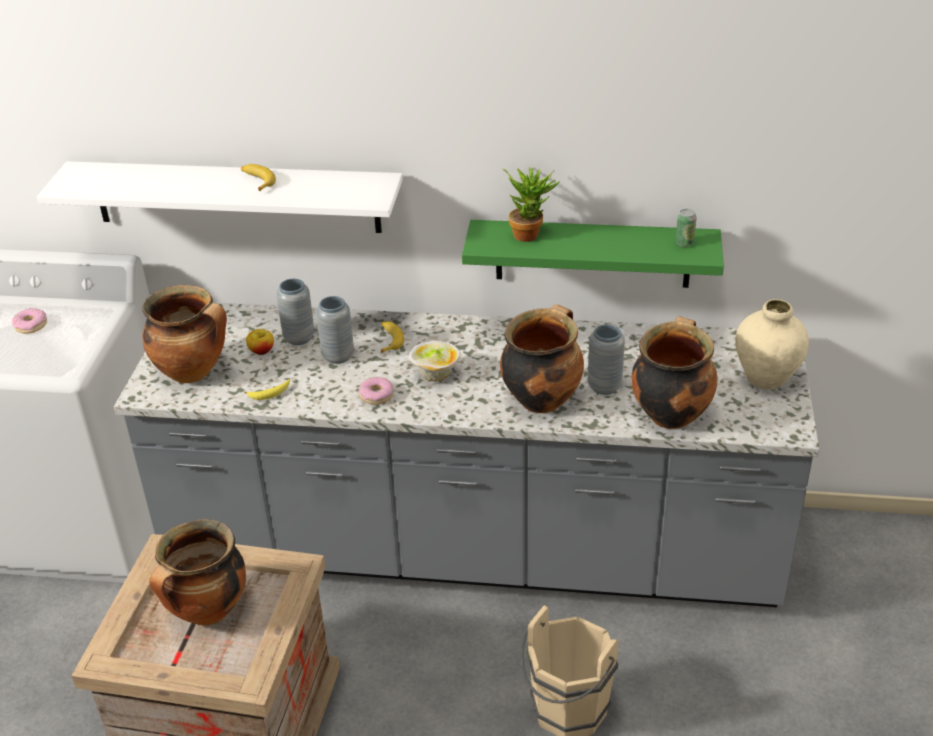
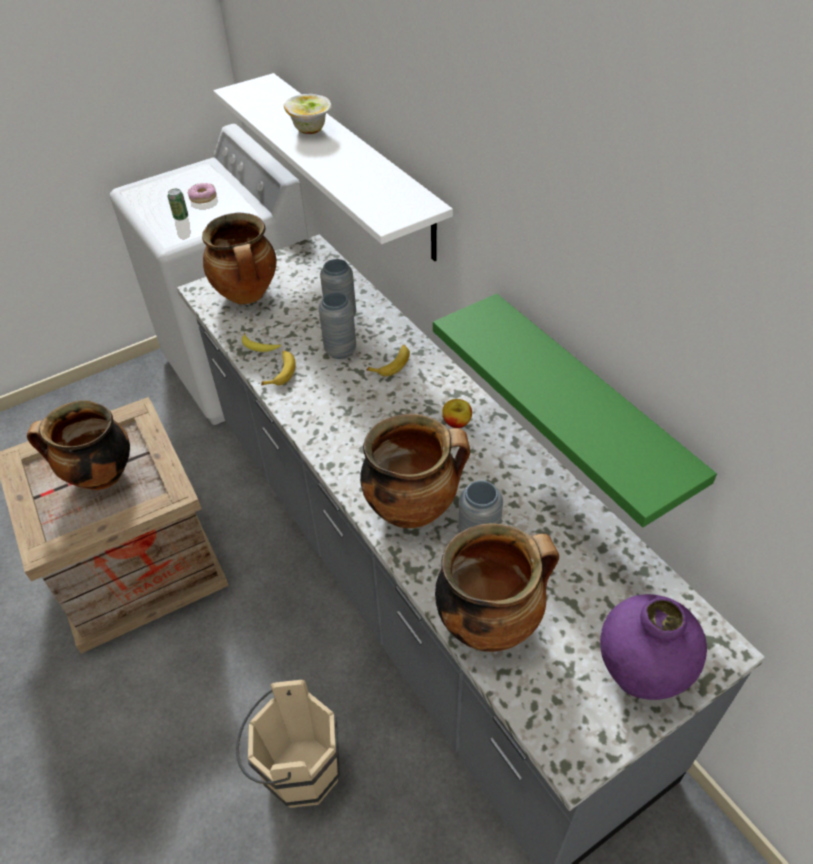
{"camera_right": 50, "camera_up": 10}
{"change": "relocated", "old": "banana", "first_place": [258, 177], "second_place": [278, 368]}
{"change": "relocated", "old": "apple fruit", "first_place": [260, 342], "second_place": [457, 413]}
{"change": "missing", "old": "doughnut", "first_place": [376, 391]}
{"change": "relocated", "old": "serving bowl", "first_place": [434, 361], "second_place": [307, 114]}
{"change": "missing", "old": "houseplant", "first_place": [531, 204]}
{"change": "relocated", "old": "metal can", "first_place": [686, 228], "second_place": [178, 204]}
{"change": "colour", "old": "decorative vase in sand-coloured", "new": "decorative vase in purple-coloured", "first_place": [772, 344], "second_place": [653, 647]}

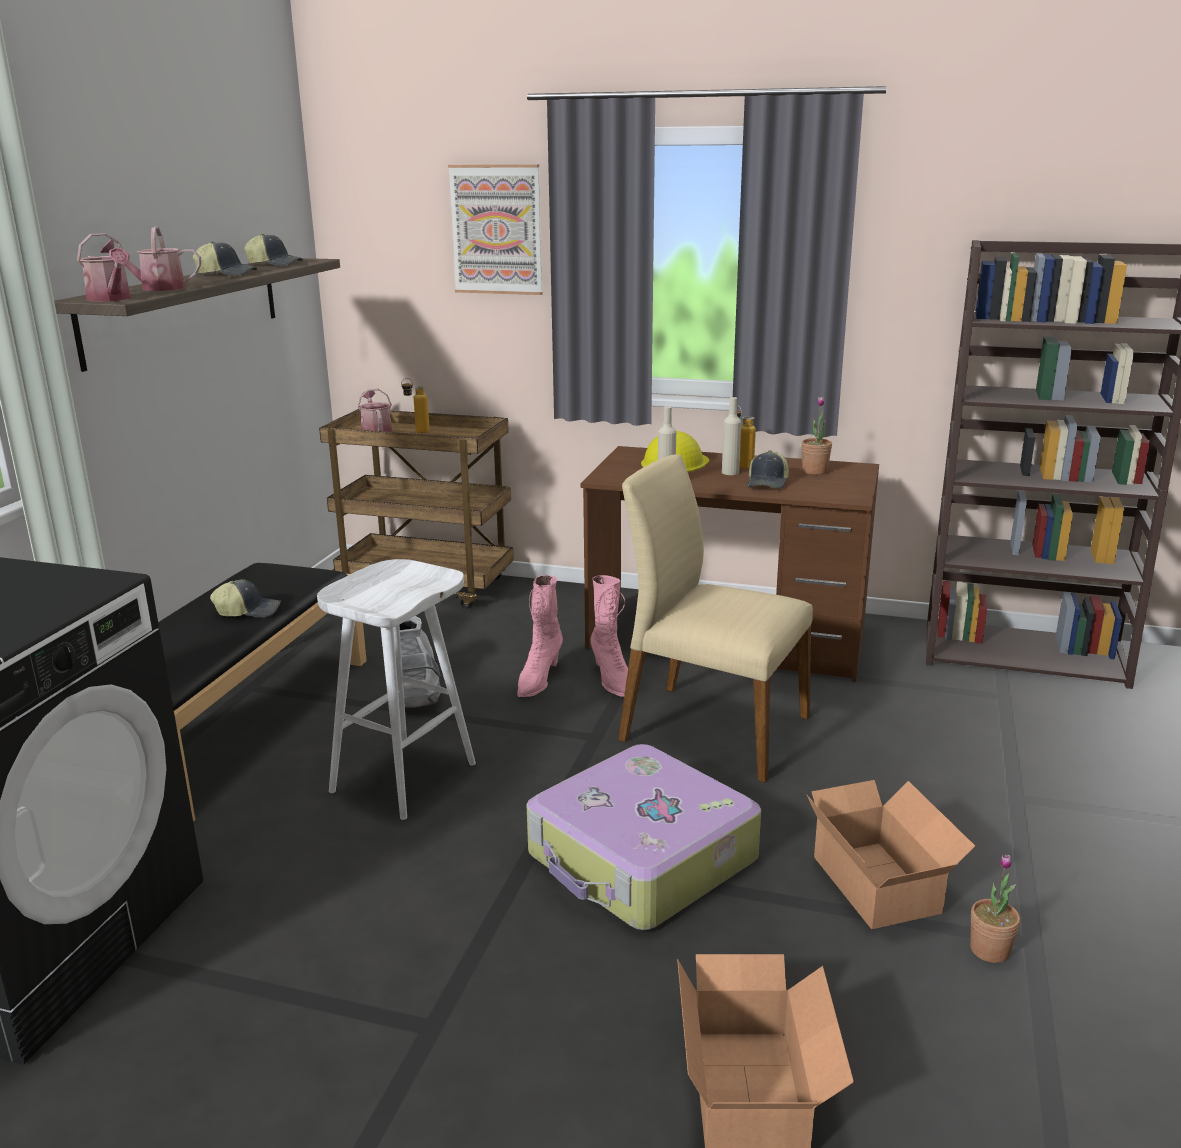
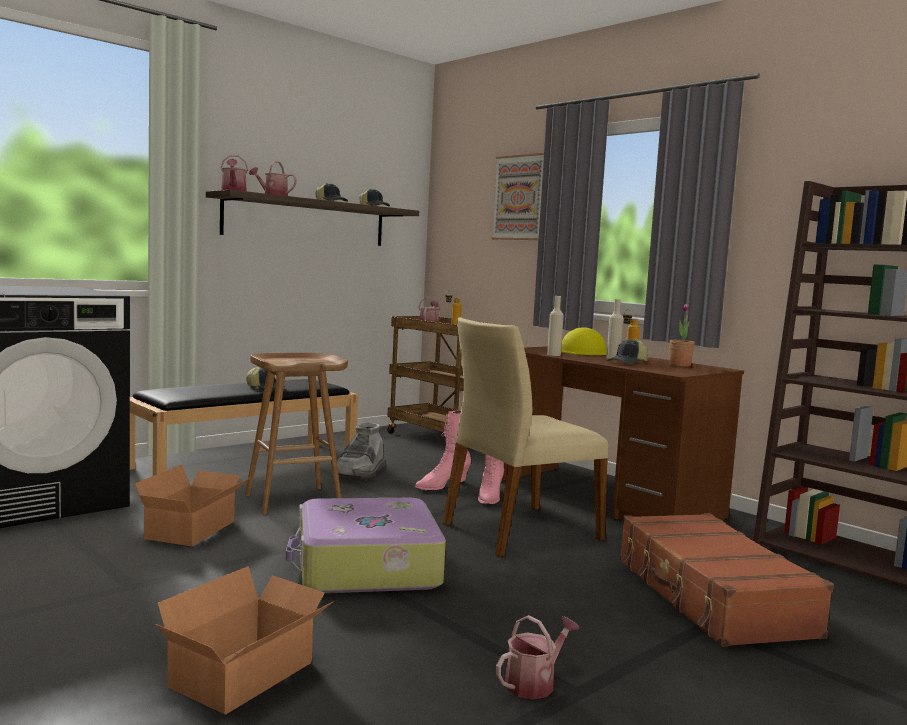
{"camera_right": 30, "camera_up": -15}
{"change": "colour", "old": "stool seat in white-coloured", "new": "stool seat in brown-coloured", "first_place": [396, 689], "second_place": [296, 433]}
{"change": "spun", "old": "plain chair in sand-coloured", "first_place": [715, 618], "second_place": [525, 437], "degrees": -90}
{"change": "relocated", "old": "carton", "first_place": [890, 854], "second_place": [192, 505]}
{"change": "exchanged", "old": "houseplant", "new": "watering can", "first_place": [995, 908], "second_place": [538, 657]}
{"change": "appeared", "new": "travel case in brown-coloured", "second_place": [727, 580]}

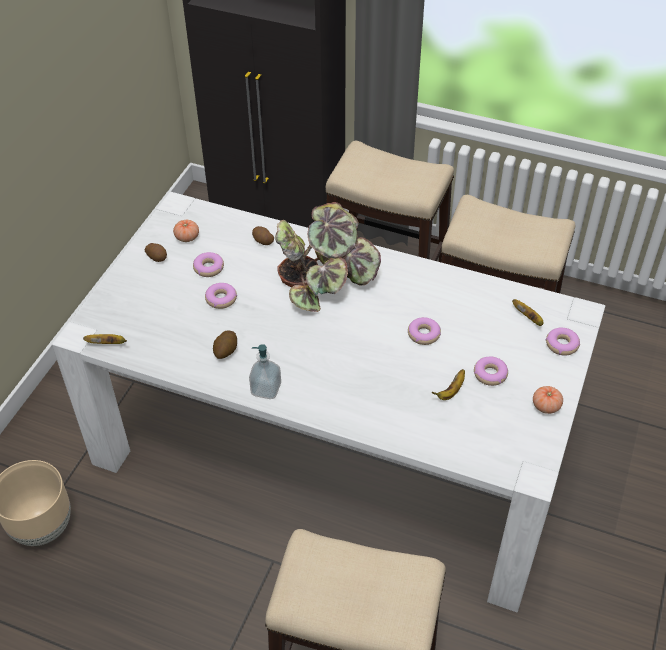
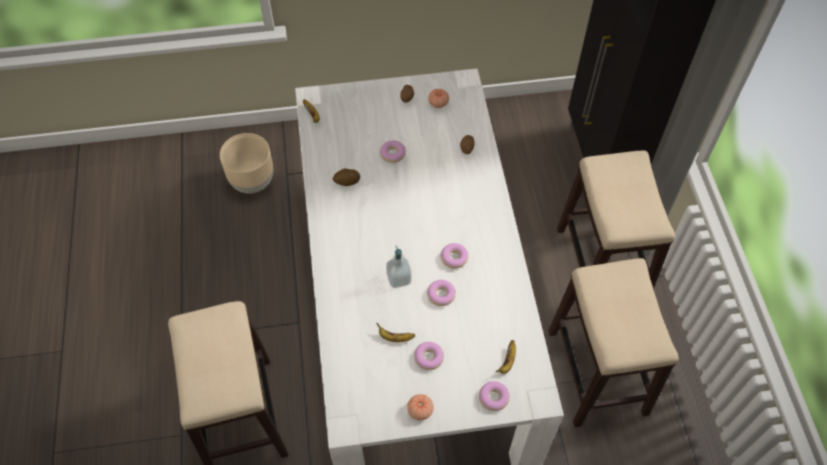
{"camera_right": 60, "camera_up": 10}
{"change": "relocated", "old": "doughnut", "first_place": [208, 264], "second_place": [454, 256]}
{"change": "relocated", "old": "soap bottle", "first_place": [265, 371], "second_place": [399, 267]}
{"change": "missing", "old": "houseplant", "first_place": [328, 257]}

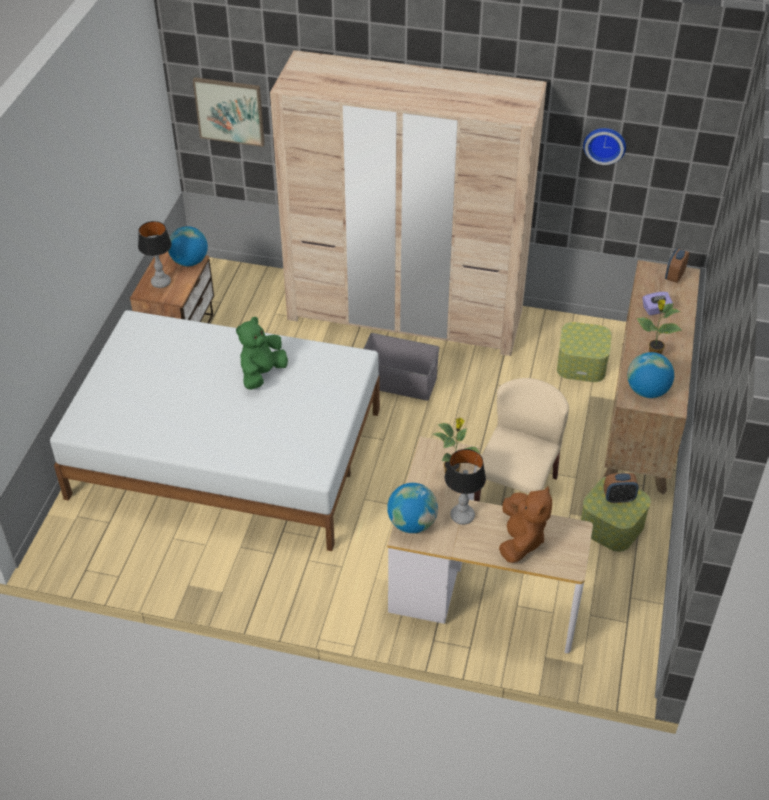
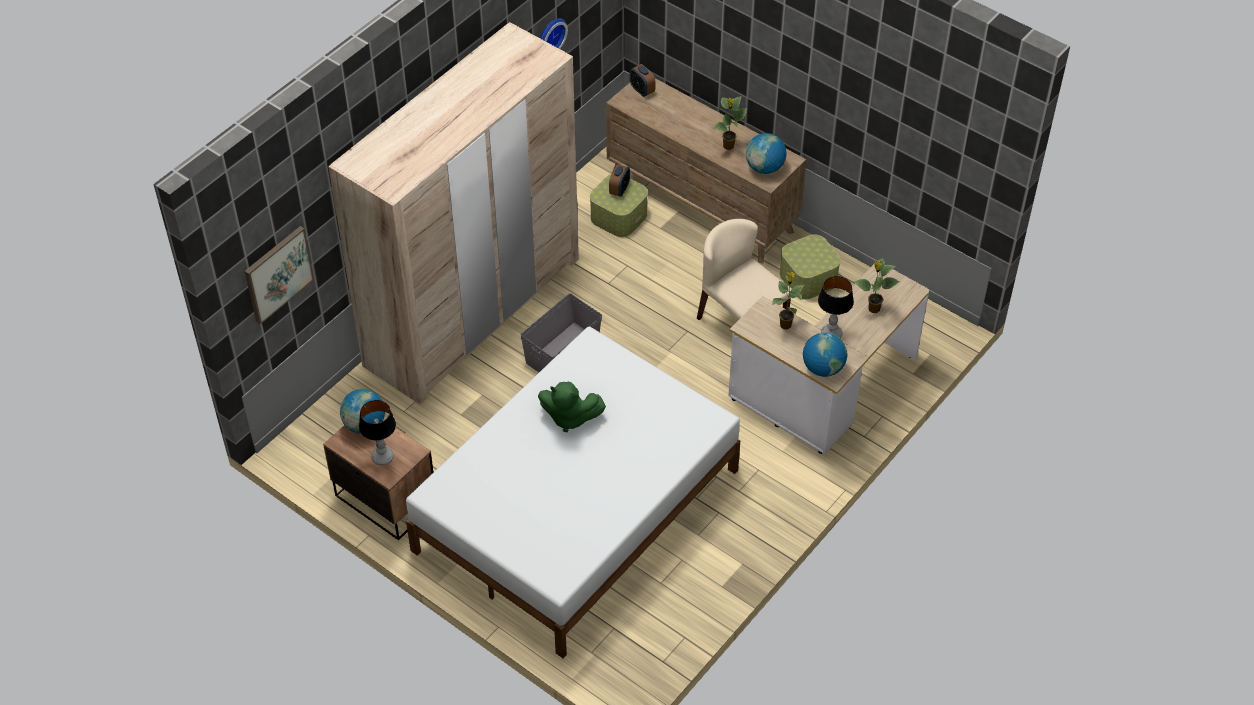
{"camera_right": -65, "camera_up": 5}
{"change": "spun", "old": "plush toy in green-coloured", "first_place": [262, 353], "second_place": [572, 407], "degrees": -45}
{"change": "exchanged", "old": "plush toy in brown-coloured", "new": "houseplant", "first_place": [525, 524], "second_place": [877, 285]}
{"change": "relocated", "old": "bedside clock", "first_place": [621, 488], "second_place": [619, 180]}
{"change": "missing", "old": "tissue box in purple-coloured", "first_place": [658, 303]}

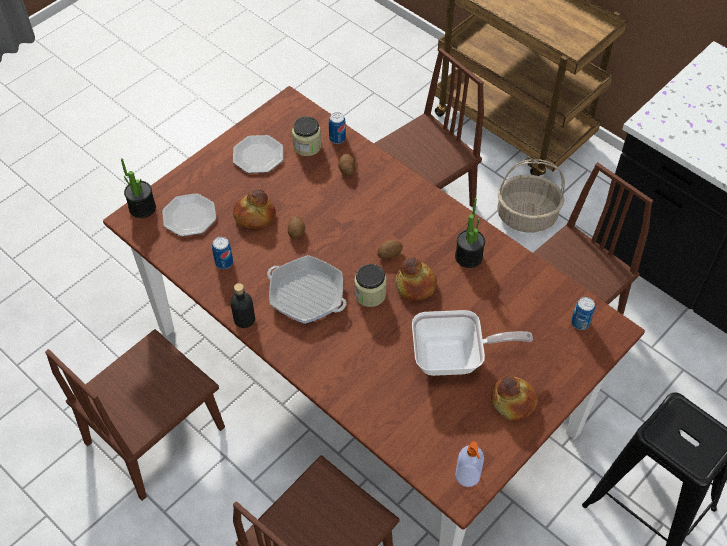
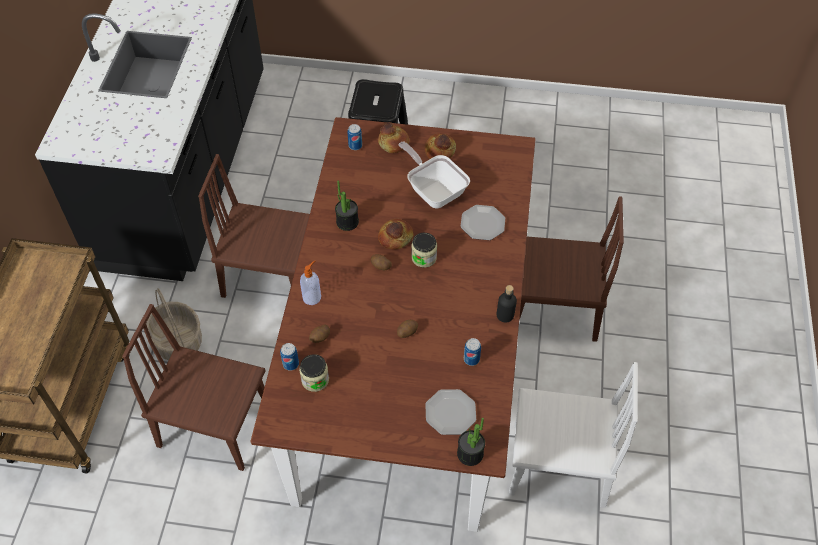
{"camera_right": -125, "camera_up": 0}
{"change": "colour", "old": "plain chair in brown-coloured", "new": "plain chair in white-coloured", "first_place": [135, 415], "second_place": [573, 435]}
{"change": "relocated", "old": "plate", "first_place": [258, 154], "second_place": [483, 222]}
{"change": "relocated", "old": "bread", "first_place": [254, 209], "second_place": [393, 137]}
{"change": "missing", "old": "skillet", "first_place": [306, 289]}
{"change": "relocated", "old": "soap bottle", "first_place": [469, 464], "second_place": [310, 282]}

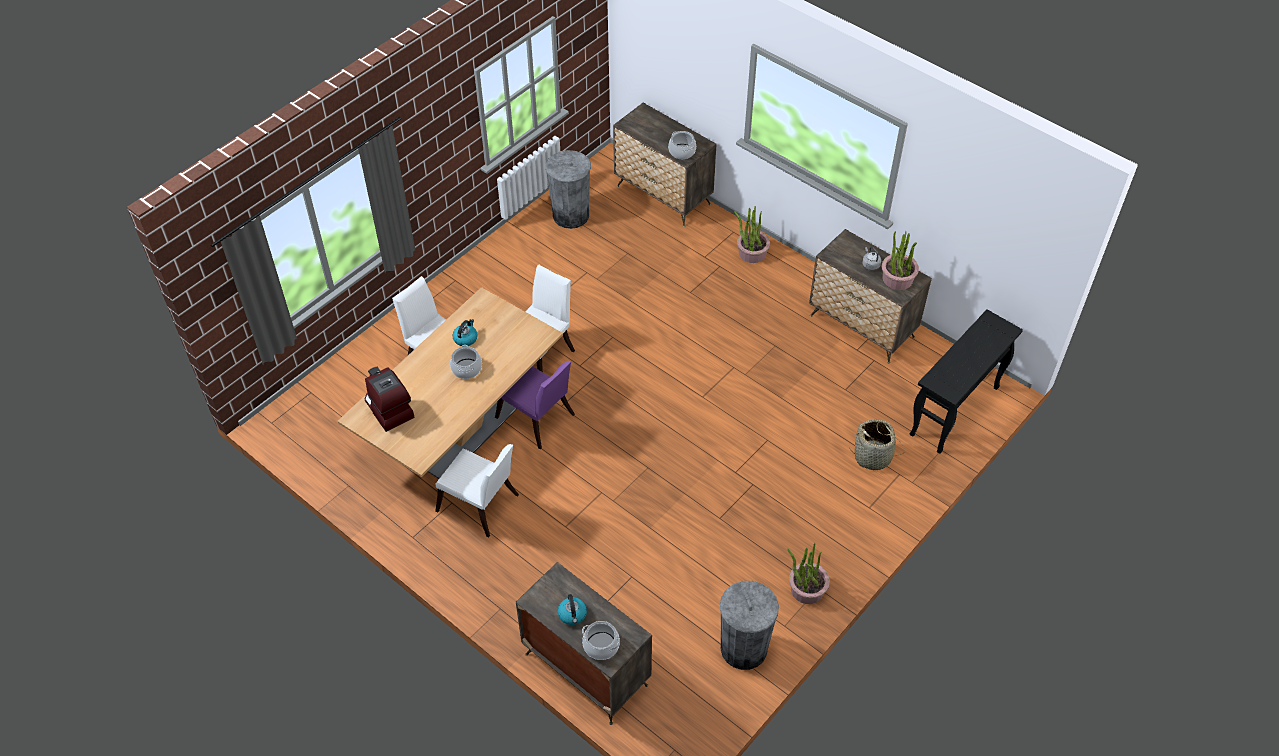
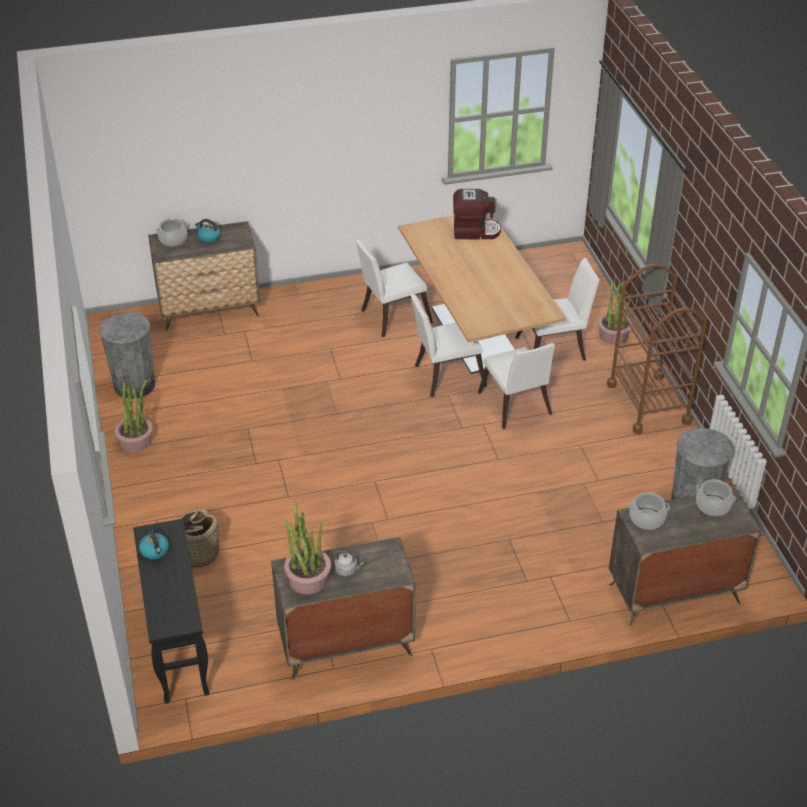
{"camera_right": 125, "camera_up": -10}
{"change": "relocated", "old": "saucepot", "first_place": [466, 362], "second_place": [716, 497]}
{"change": "relocated", "old": "tea kettle", "first_place": [465, 332], "second_place": [154, 543]}
{"change": "colour", "old": "plain chair in purple-coloured", "new": "plain chair in white-coloured", "first_place": [535, 405], "second_place": [448, 345]}
{"change": "relocated", "old": "houseplant", "first_place": [752, 234], "second_place": [615, 310]}
{"change": "appeared", "new": "trolley in brown-coloured", "second_place": [657, 349]}

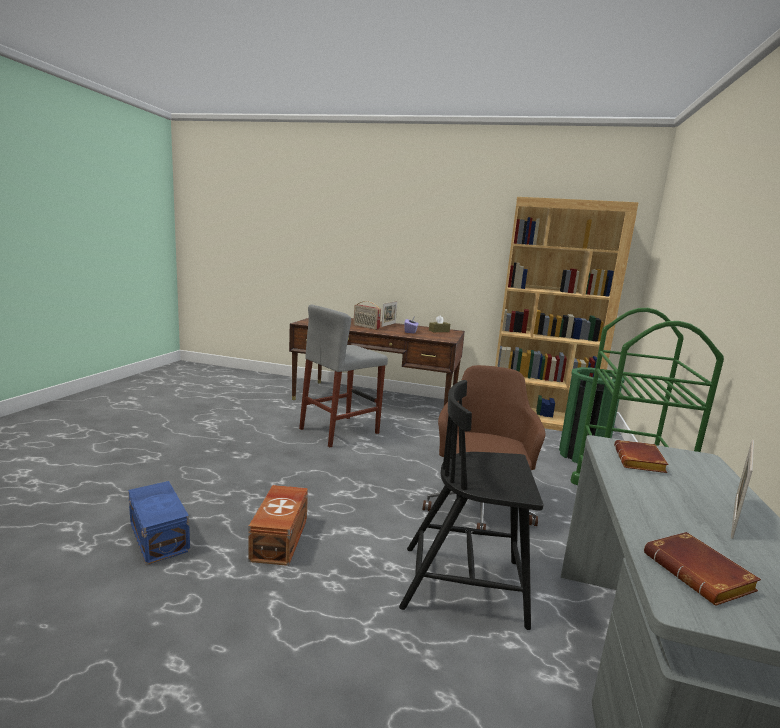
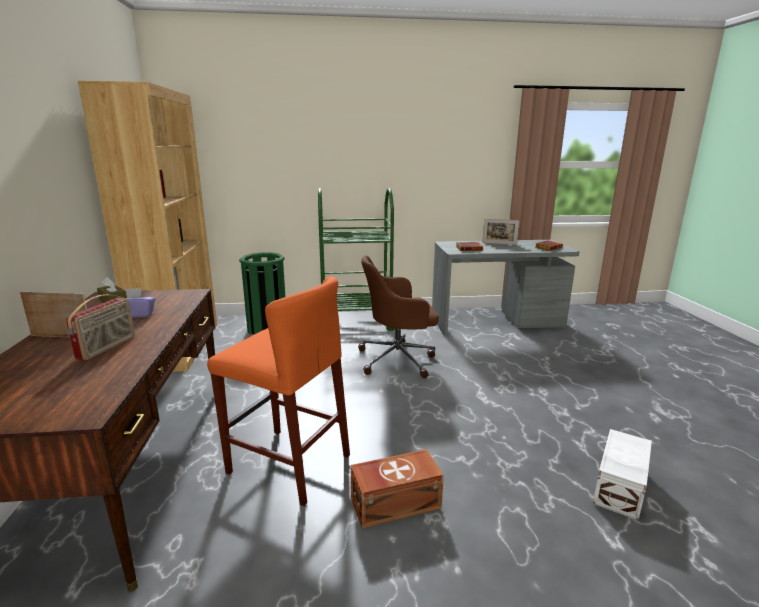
{"camera_right": -110, "camera_up": 5}
{"change": "colour", "old": "storage box in blue-coloured", "new": "storage box in white-coloured", "first_place": [159, 523], "second_place": [622, 474]}
{"change": "relocated", "old": "storage box in brown-coloured", "first_place": [278, 525], "second_place": [397, 488]}
{"change": "colour", "old": "stool seat in grey", "new": "stool seat in orangey", "first_place": [343, 375], "second_place": [278, 391]}
{"change": "missing", "old": "plain chair in black", "first_place": [471, 505]}

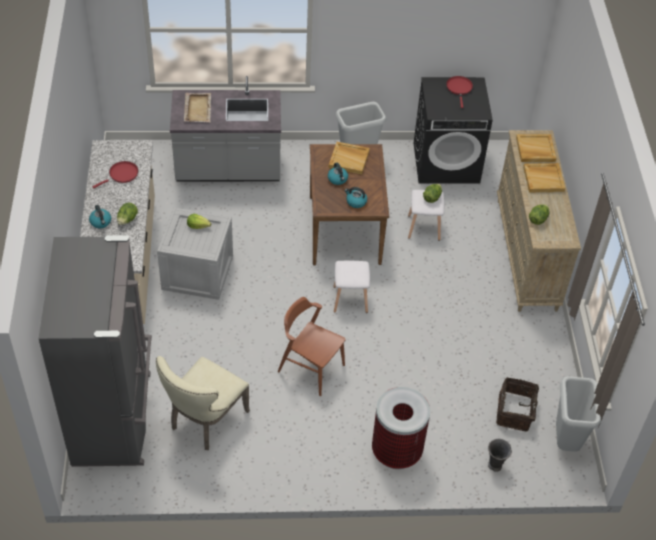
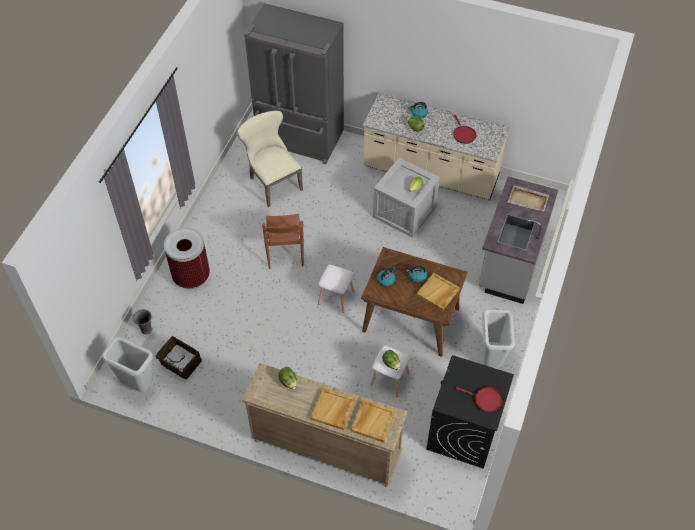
{"camera_right": 115, "camera_up": 5}
{"change": "spun", "old": "plain chair in brown-coloured", "first_place": [312, 346], "second_place": [283, 241], "degrees": 120}

